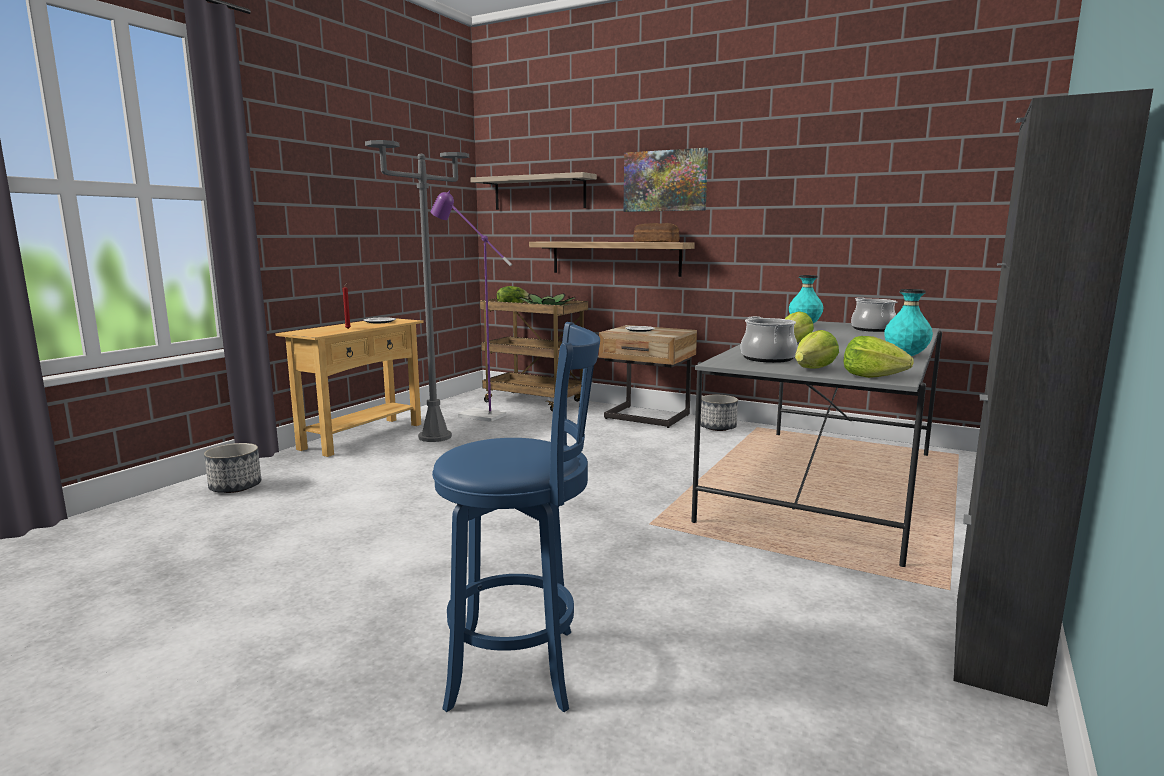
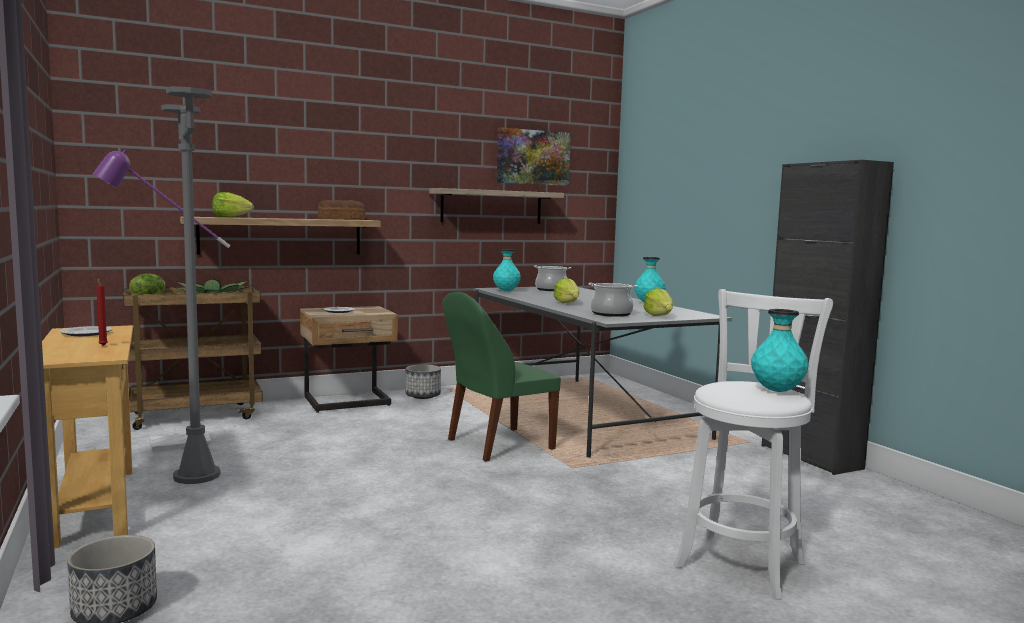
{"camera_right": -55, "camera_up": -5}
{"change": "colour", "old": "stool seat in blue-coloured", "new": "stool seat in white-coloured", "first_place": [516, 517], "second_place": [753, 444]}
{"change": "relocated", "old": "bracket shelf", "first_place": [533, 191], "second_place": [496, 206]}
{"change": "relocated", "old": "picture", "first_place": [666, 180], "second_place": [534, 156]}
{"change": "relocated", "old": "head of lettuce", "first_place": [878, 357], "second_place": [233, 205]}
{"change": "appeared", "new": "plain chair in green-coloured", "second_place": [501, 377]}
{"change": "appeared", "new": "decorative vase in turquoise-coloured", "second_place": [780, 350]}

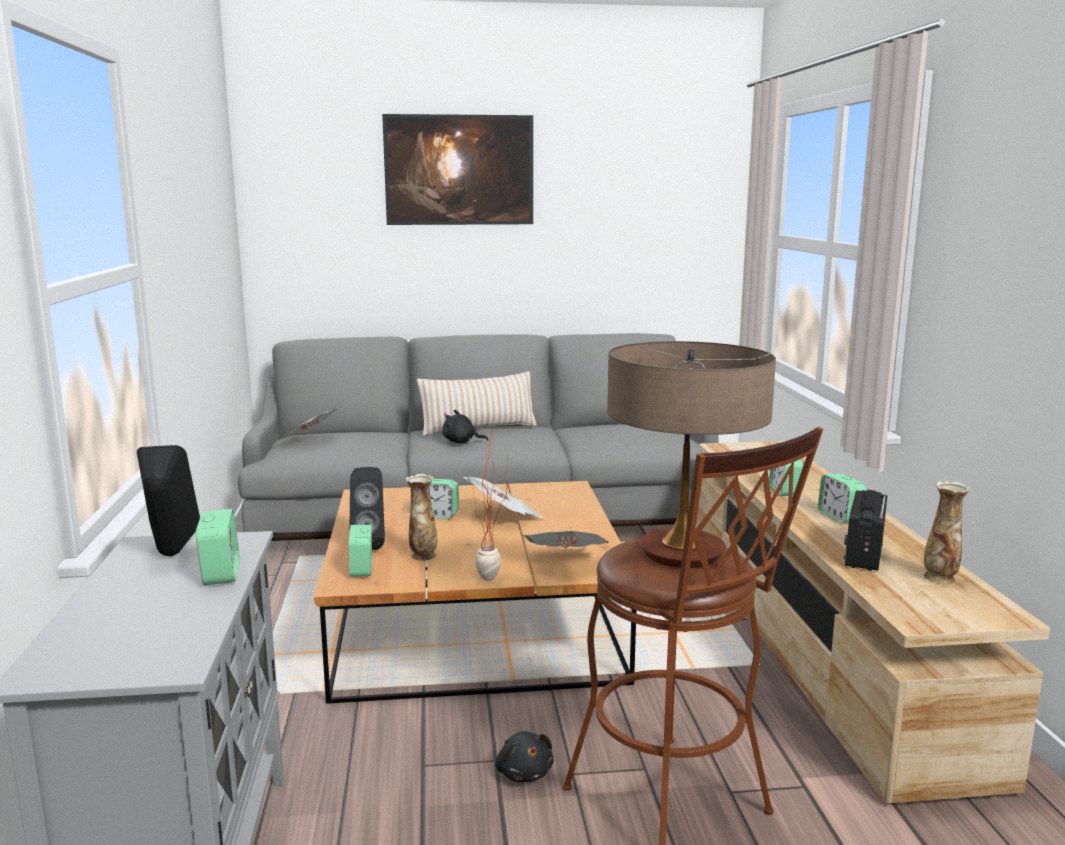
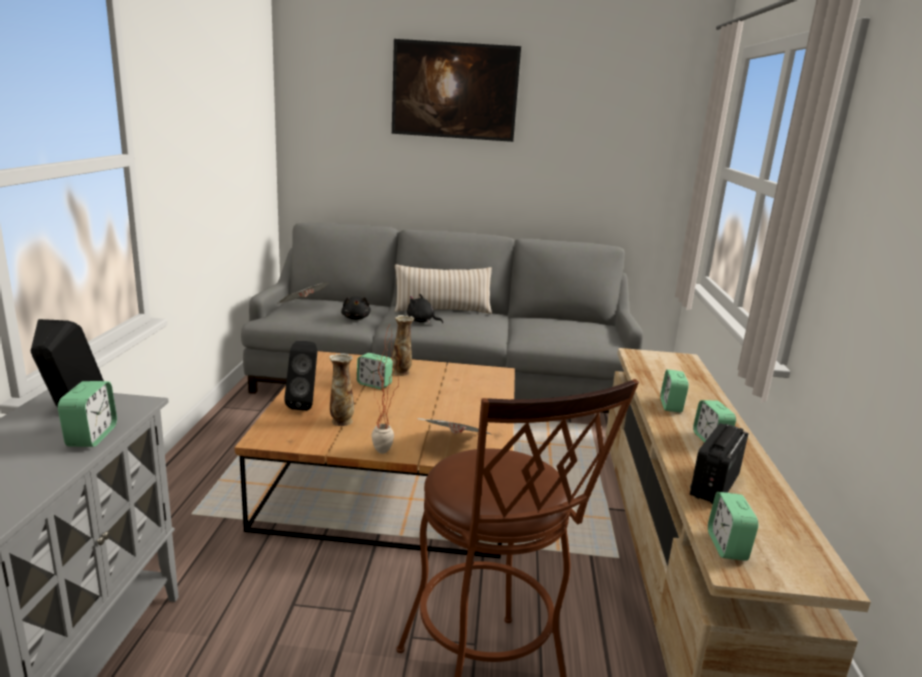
{"camera_right": 10, "camera_up": 5}
{"change": "relocated", "old": "bedside clock", "first_place": [360, 551], "second_place": [733, 526]}
{"change": "missing", "old": "printed paper", "first_place": [504, 497]}
{"change": "relocated", "old": "plush toy in black", "first_place": [524, 756], "second_place": [356, 308]}
{"change": "missing", "old": "table lamp", "first_place": [691, 454]}
{"change": "relocated", "old": "decorative vase", "first_place": [947, 532], "second_place": [403, 345]}

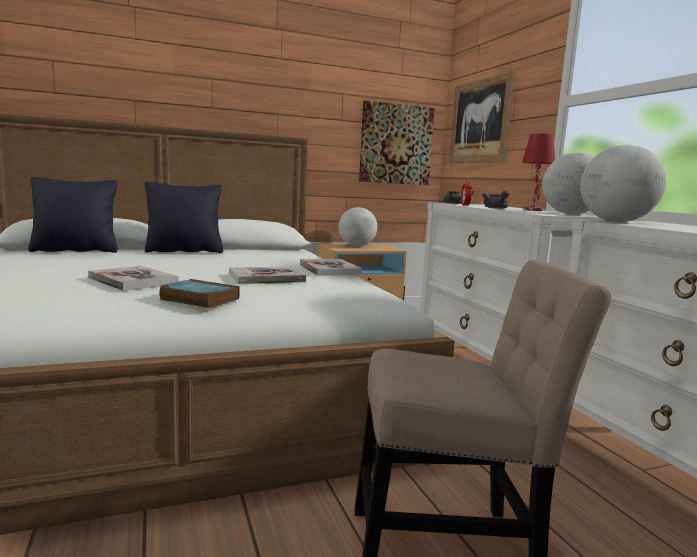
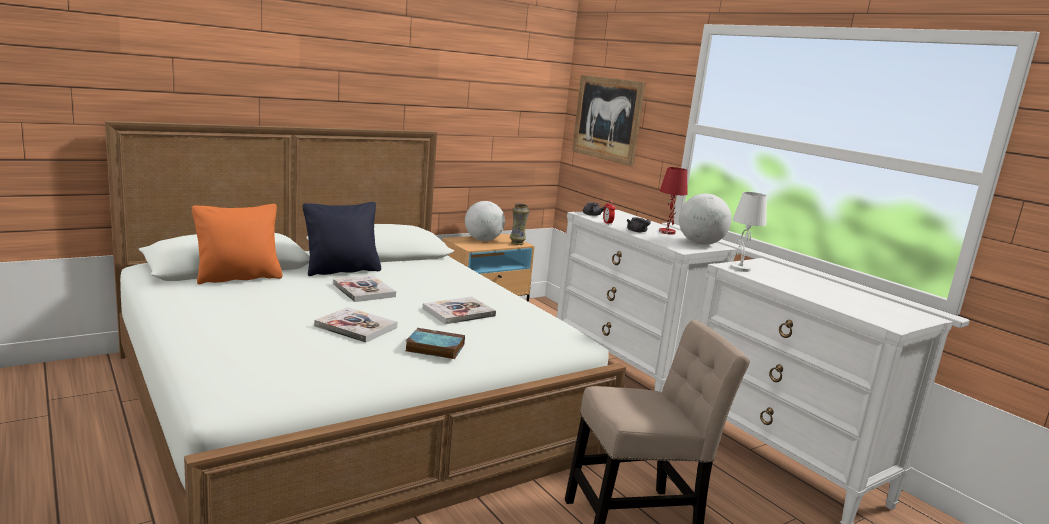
{"camera_right": -15, "camera_up": 5}
{"change": "colour", "old": "pillow in black", "new": "pillow in orangey", "first_place": [73, 215], "second_place": [237, 244]}
{"change": "relocated", "old": "bound book", "first_place": [331, 267], "second_place": [364, 288]}
{"change": "missing", "old": "picture", "first_place": [397, 142]}
{"change": "exchanged", "old": "globe", "new": "table lamp in white-coloured", "first_place": [623, 183], "second_place": [748, 232]}
{"change": "appeared", "new": "decorative vase", "second_place": [520, 224]}

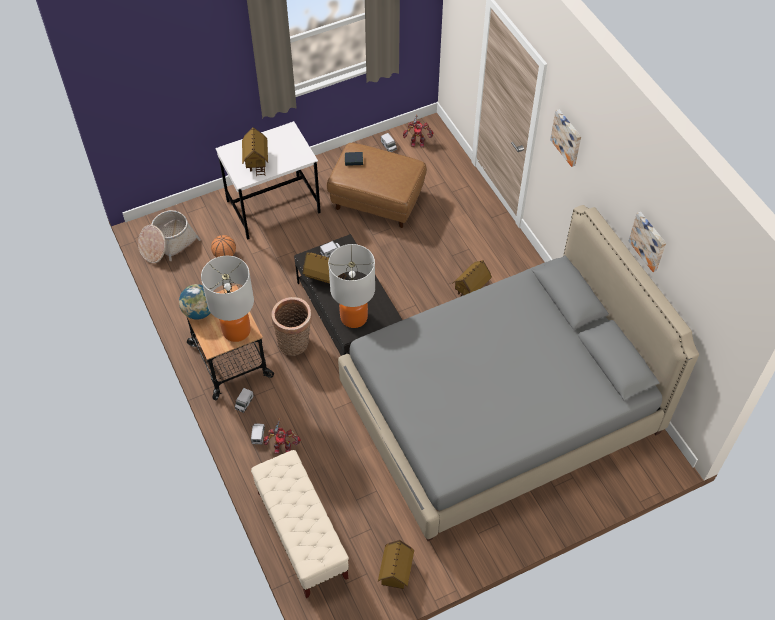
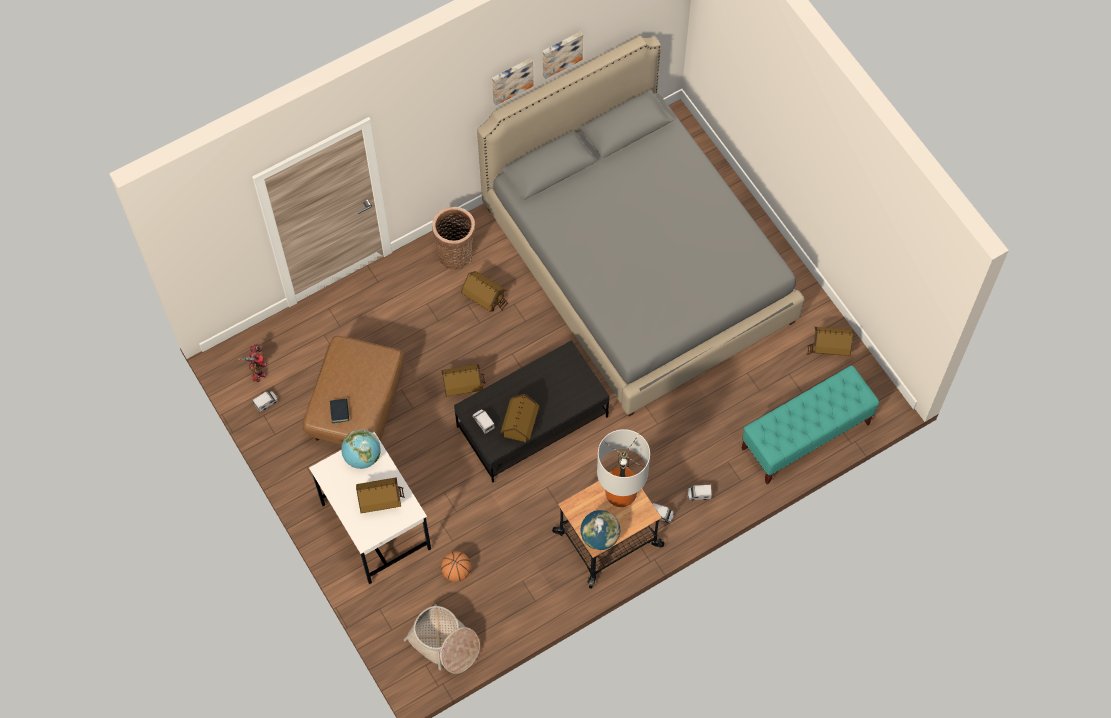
{"camera_right": -95, "camera_up": 10}
{"change": "colour", "old": "indoor bench in sand-coloured", "new": "indoor bench in turquoise-coloured", "first_place": [300, 524], "second_place": [810, 424]}
{"change": "missing", "old": "robot figure", "first_place": [282, 436]}
{"change": "relocated", "old": "household basket", "first_place": [291, 326], "second_place": [453, 238]}
{"change": "missing", "old": "table lamp", "first_place": [351, 286]}
{"change": "relocated", "old": "picture", "first_place": [565, 138], "second_place": [513, 81]}
{"change": "appeared", "new": "globe", "second_place": [361, 449]}
{"change": "appeared", "new": "model house", "second_place": [463, 380]}

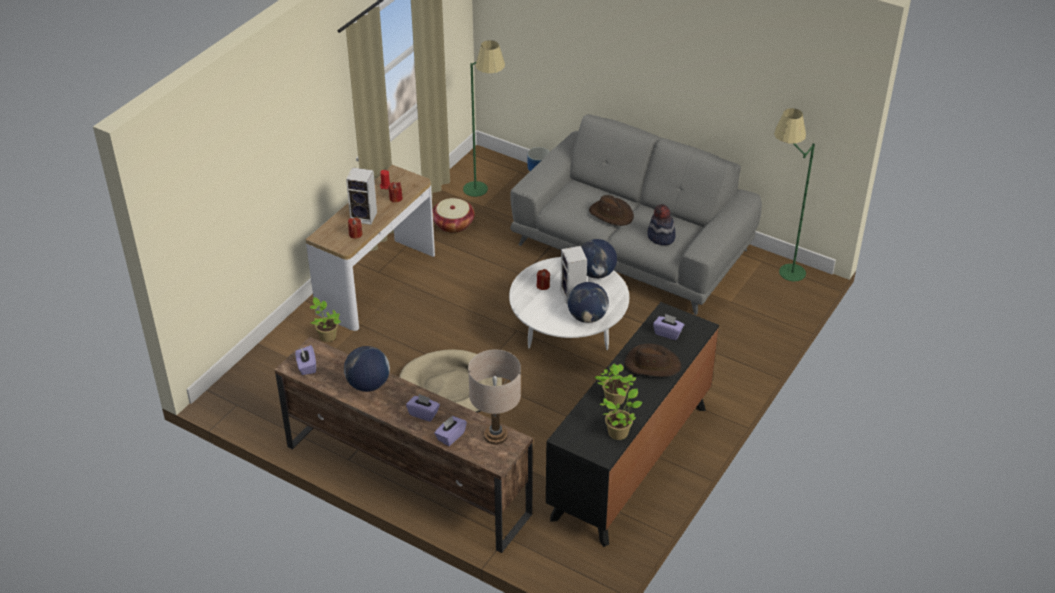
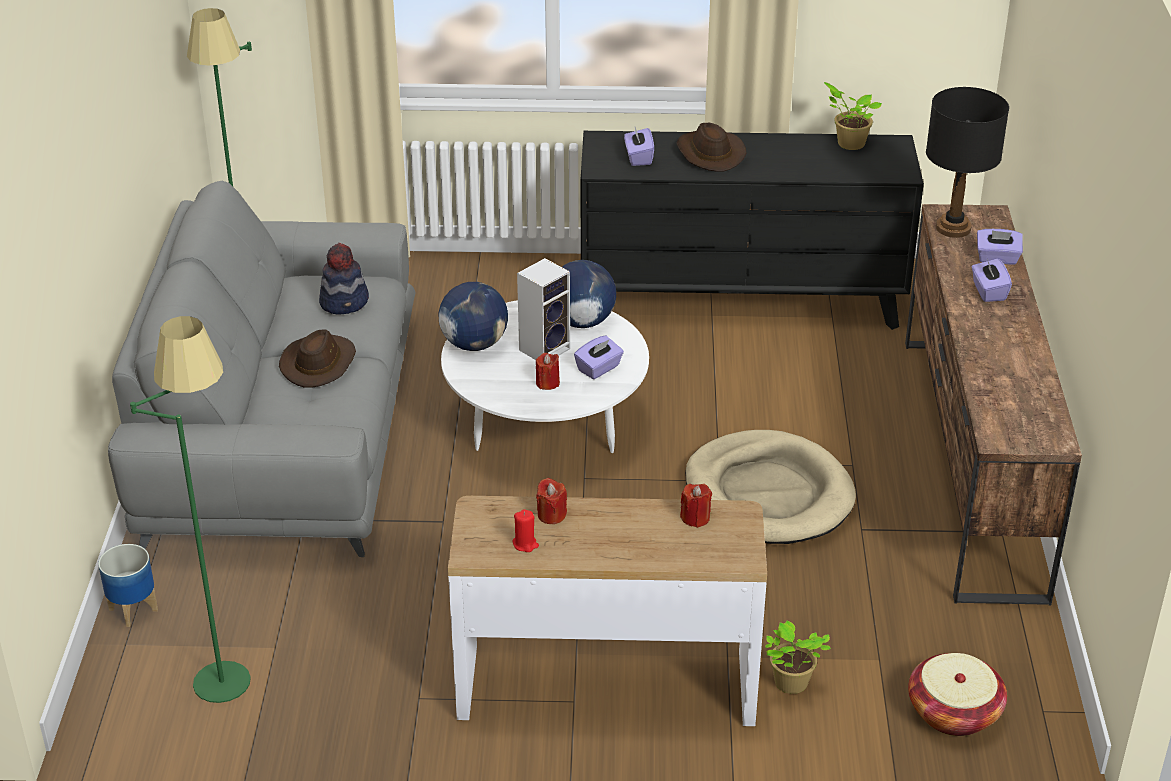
{"camera_right": -120, "camera_up": -5}
{"change": "relocated", "old": "tissue box in purple-coloured", "first_place": [305, 360], "second_place": [599, 357]}
{"change": "missing", "old": "globe", "first_place": [367, 369]}
{"change": "missing", "old": "speaker", "first_place": [361, 196]}
{"change": "relocated", "old": "household basket", "first_place": [453, 215], "second_place": [957, 694]}
{"change": "colour", "old": "table lamp in sand-coloured", "new": "table lamp in black", "first_place": [494, 397], "second_place": [967, 162]}
{"change": "missing", "old": "houseplant", "first_place": [615, 385]}

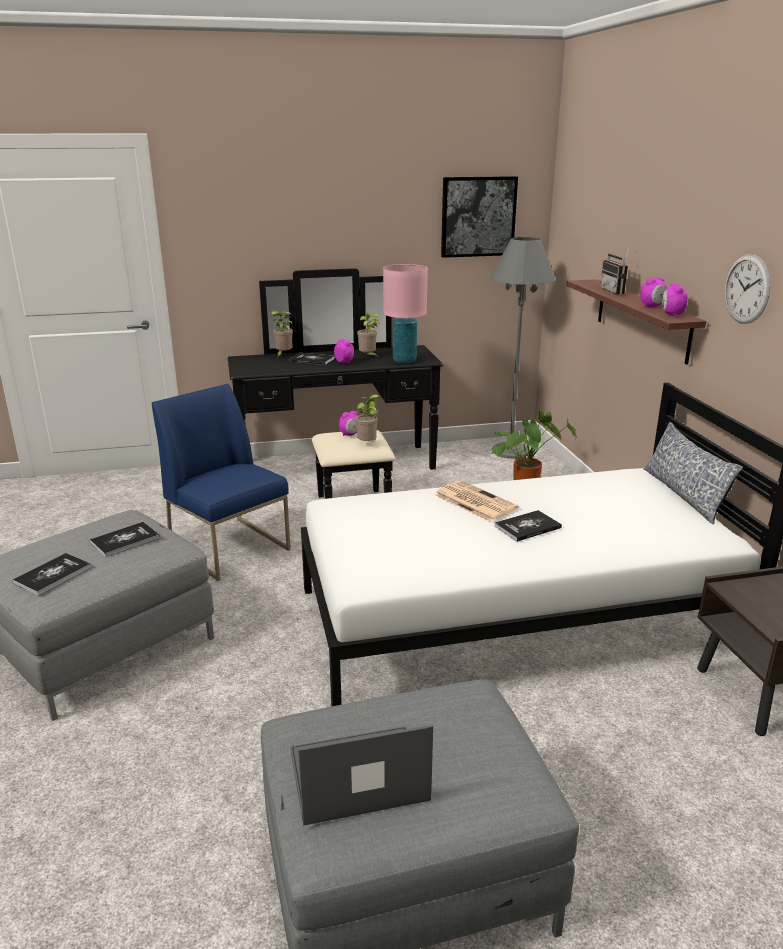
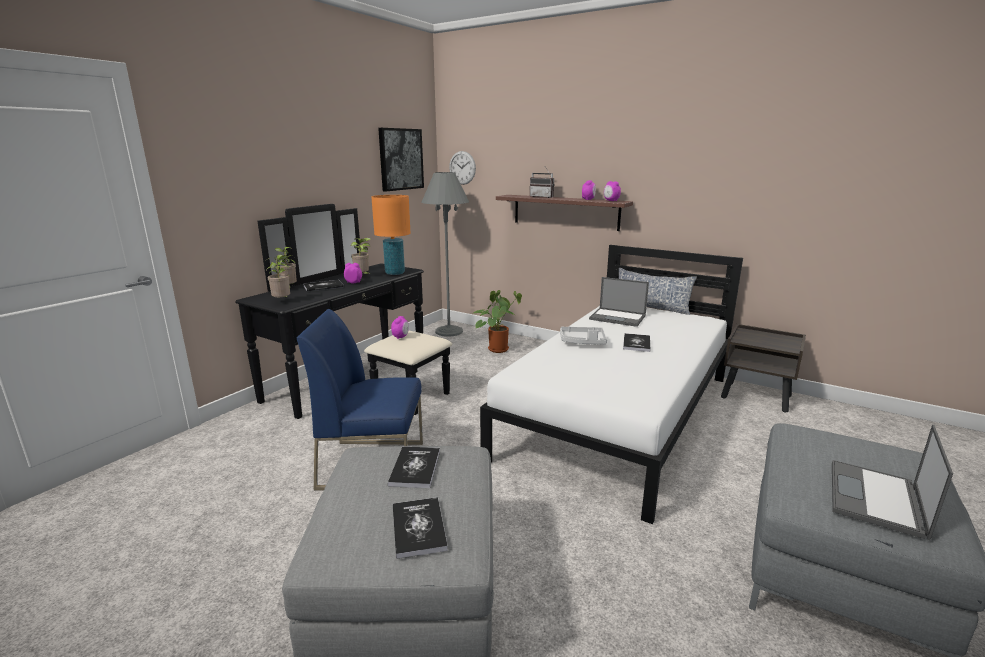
{"camera_right": -45, "camera_up": -5}
{"change": "relocated", "old": "houseplant", "first_place": [367, 418], "second_place": [278, 276]}
{"change": "colour", "old": "table lamp in pink-coloured", "new": "table lamp in orangey", "first_place": [405, 313], "second_place": [391, 235]}
{"change": "exchanged", "old": "printed paper", "new": "tray in grey", "first_place": [477, 501], "second_place": [583, 335]}
{"change": "relocated", "old": "clock on the wall", "first_place": [748, 289], "second_place": [462, 168]}
{"change": "appeared", "new": "notebook computer", "second_place": [619, 302]}

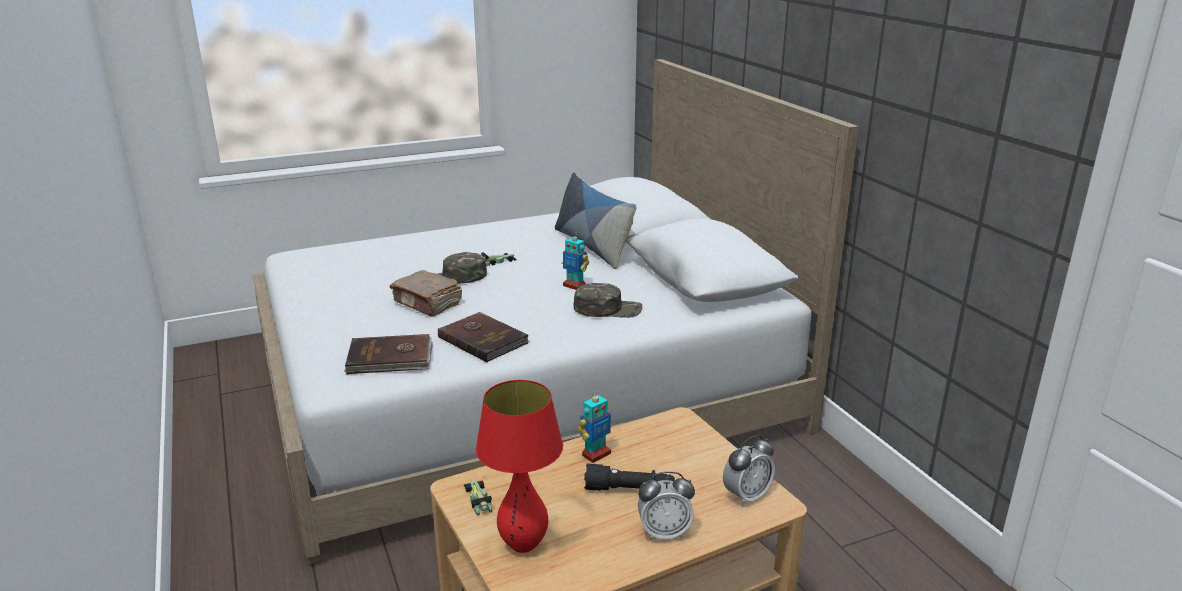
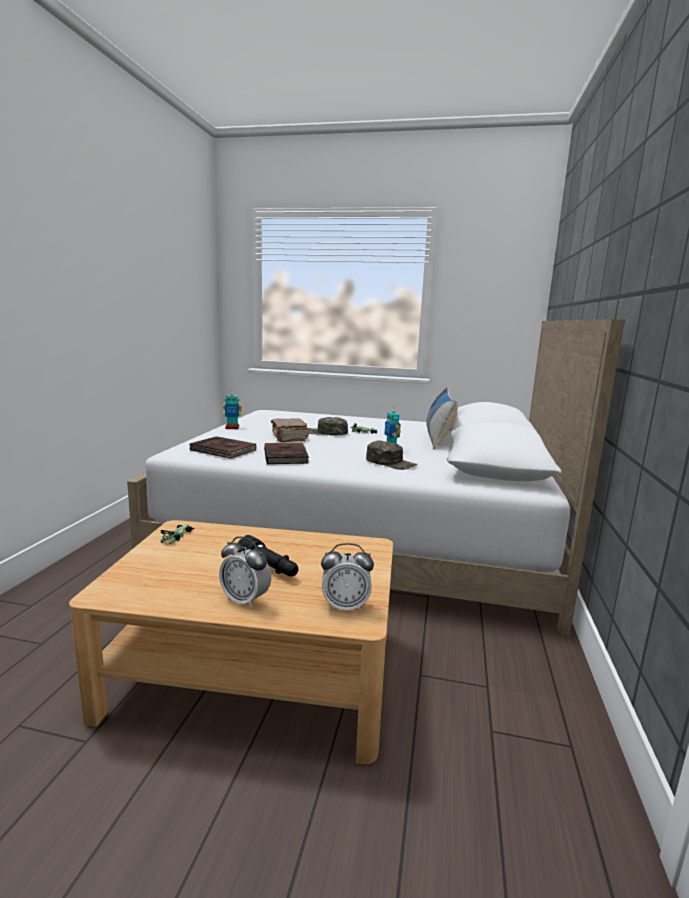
{"camera_right": 35, "camera_up": -10}
{"change": "missing", "old": "table lamp in red-coloured", "first_place": [519, 466]}
{"change": "relocated", "old": "robot figure", "first_place": [594, 426], "second_place": [232, 409]}

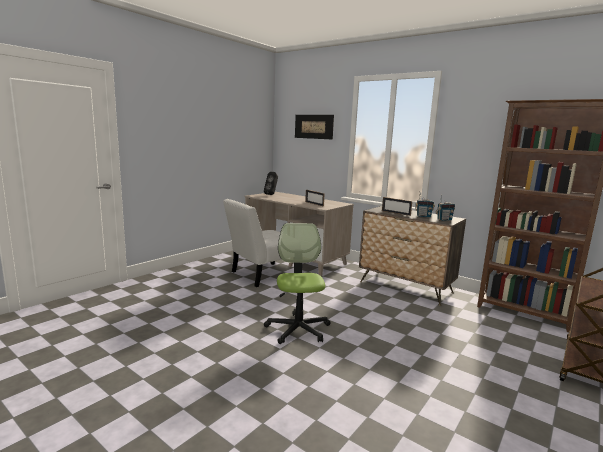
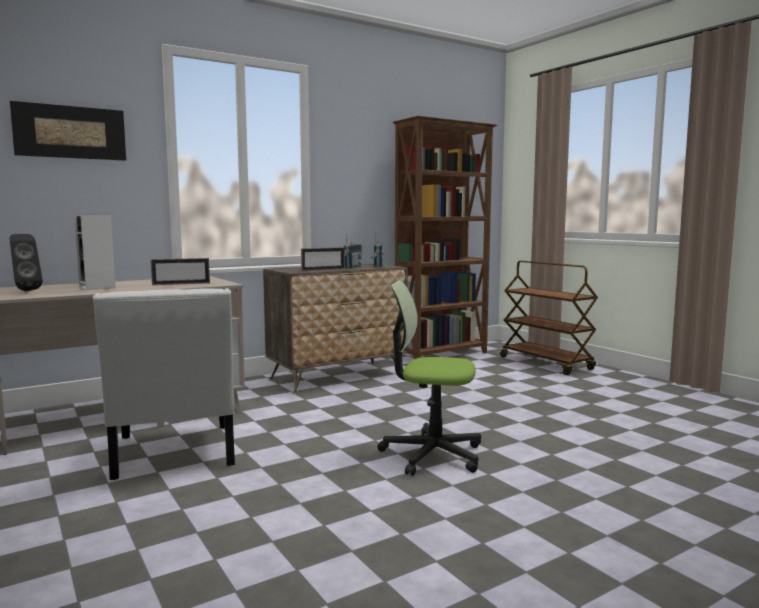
{"camera_right": -70, "camera_up": -5}
{"change": "appeared", "new": "speaker", "second_place": [95, 252]}

